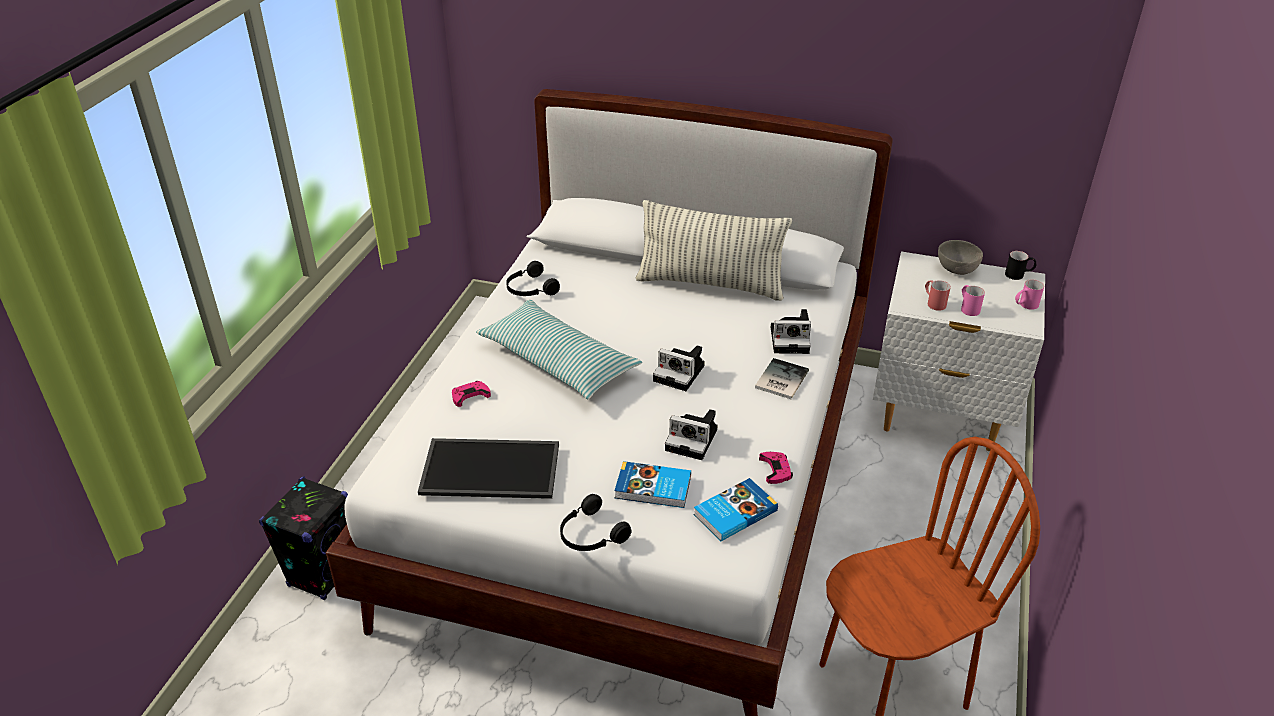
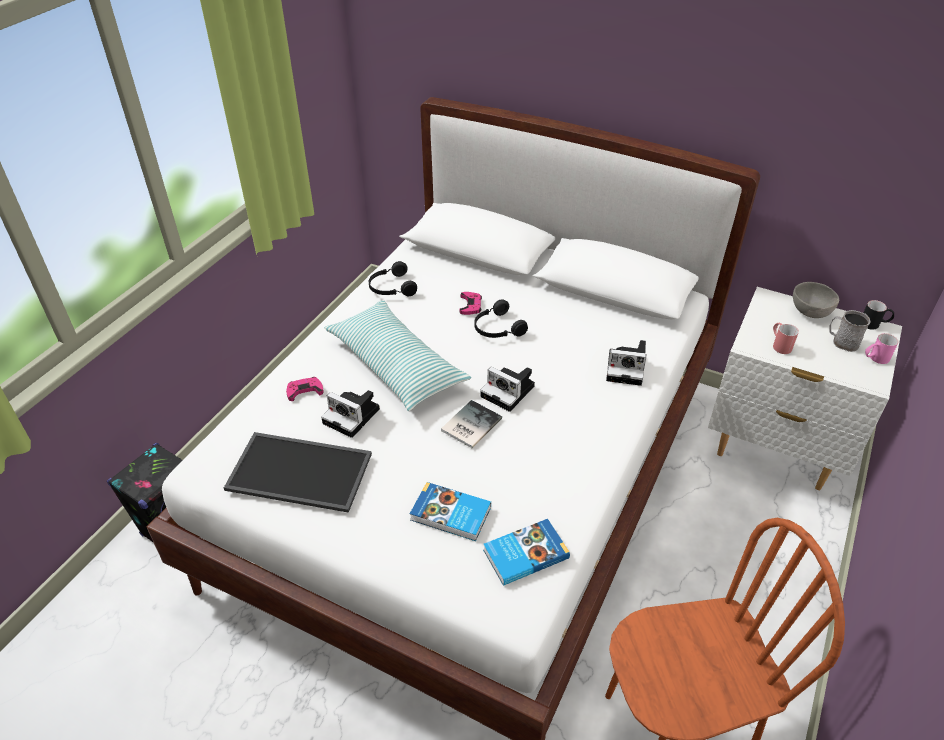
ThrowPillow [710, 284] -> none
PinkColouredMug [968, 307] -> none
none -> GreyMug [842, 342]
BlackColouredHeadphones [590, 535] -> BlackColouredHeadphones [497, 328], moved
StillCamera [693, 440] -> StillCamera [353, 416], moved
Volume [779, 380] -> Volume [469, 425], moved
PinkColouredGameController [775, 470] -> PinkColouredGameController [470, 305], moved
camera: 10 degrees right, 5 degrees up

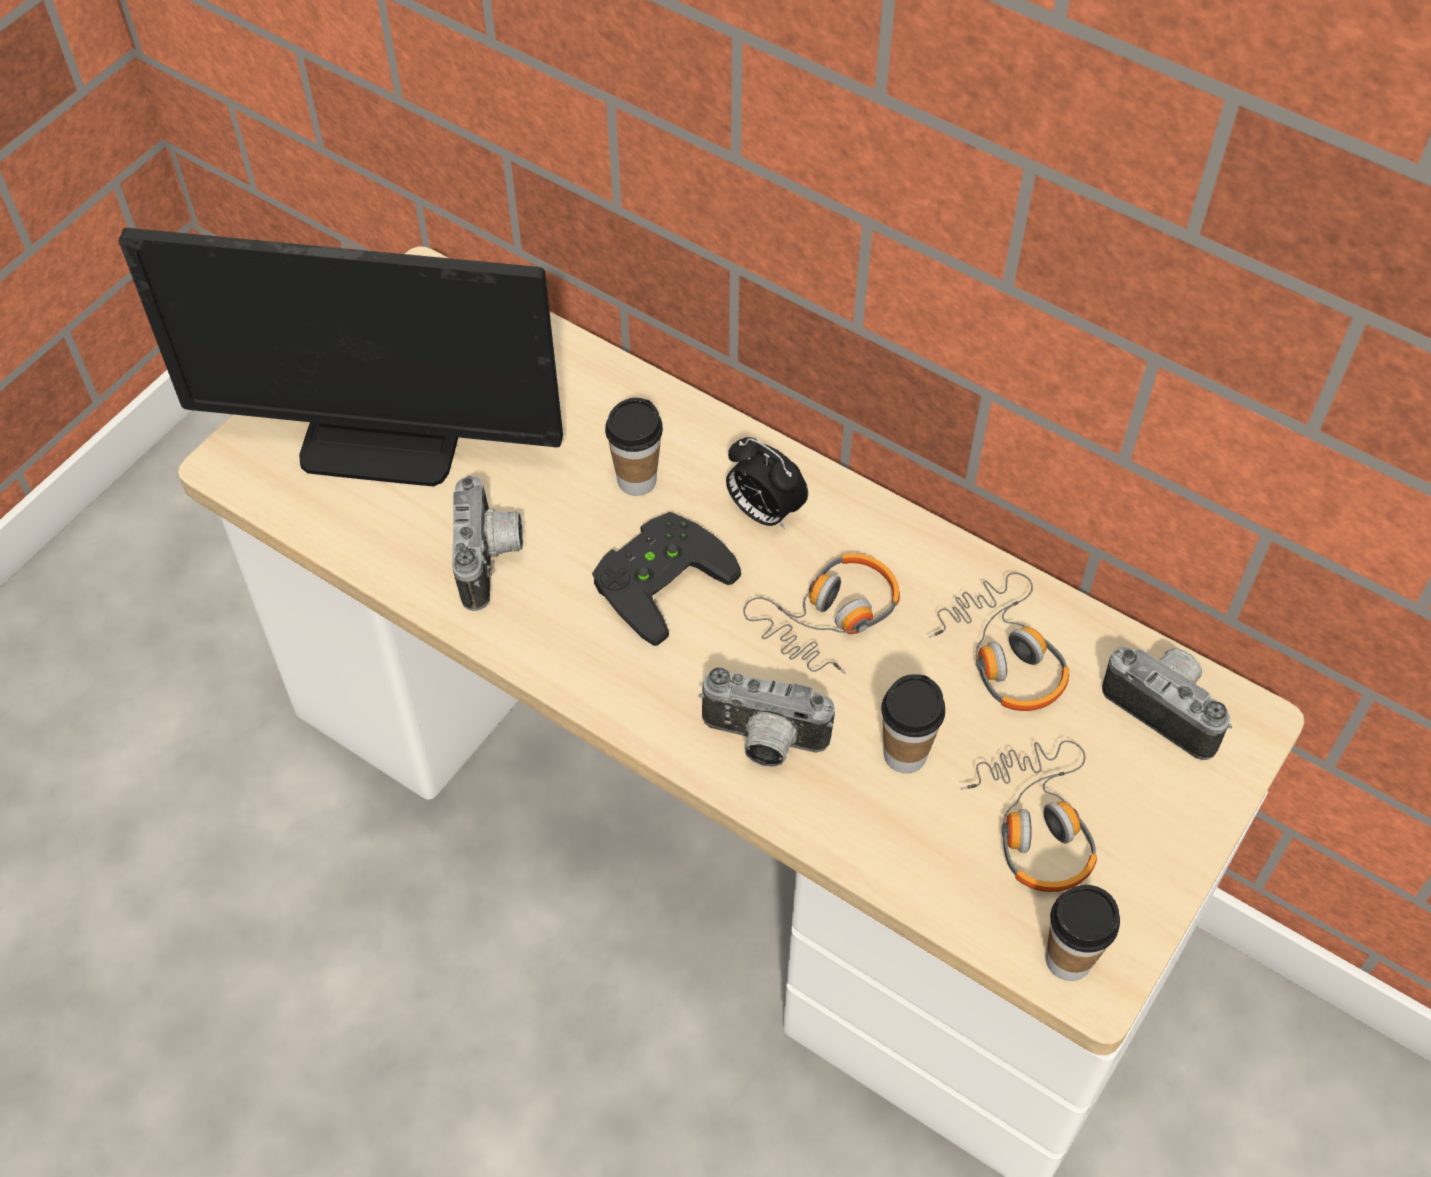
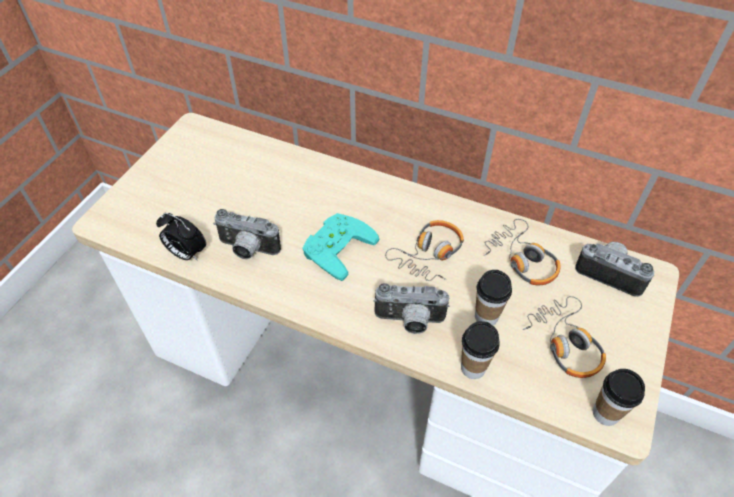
Monitor [382, 441] -> none
Cup [637, 480] -> Cup [473, 368], moved
AlarmClock [763, 512] -> AlarmClock [186, 254], moved
BlackColouredGameController [657, 576] -> TurquoiseGameController [335, 246]
StillCamera [492, 559] -> StillCamera [247, 250], 120 degrees clockwise
camera: 10 degrees left, 5 degrees down

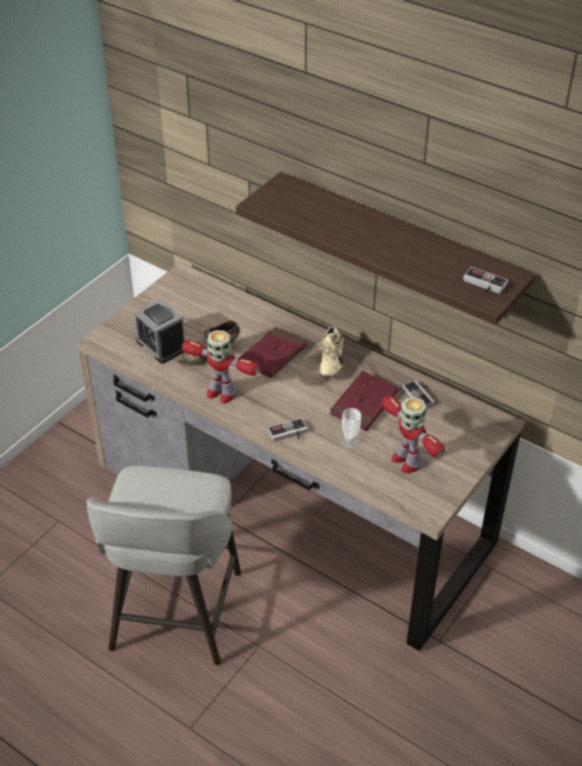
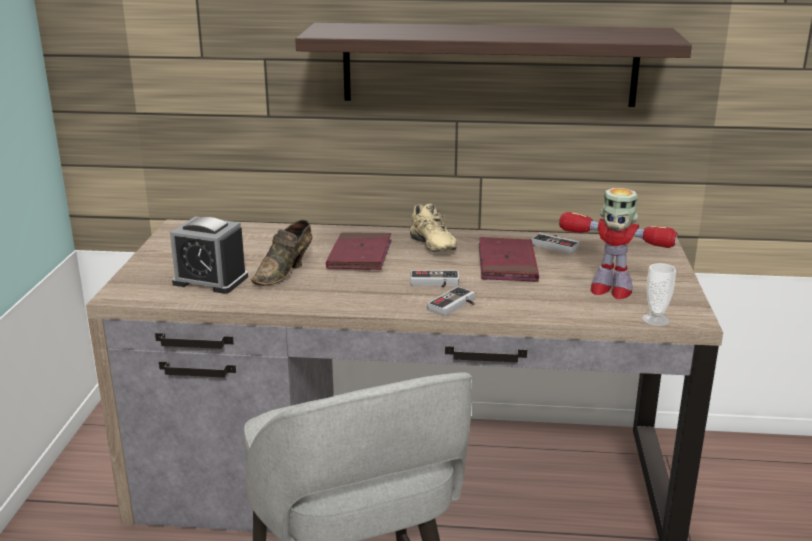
ToyRobot [221, 393] -> none
Cup [350, 442] -> Cup [656, 320], moved
GameController [483, 285] -> GameController [434, 283], moved
camera: 30 degrees left, 20 degrees down

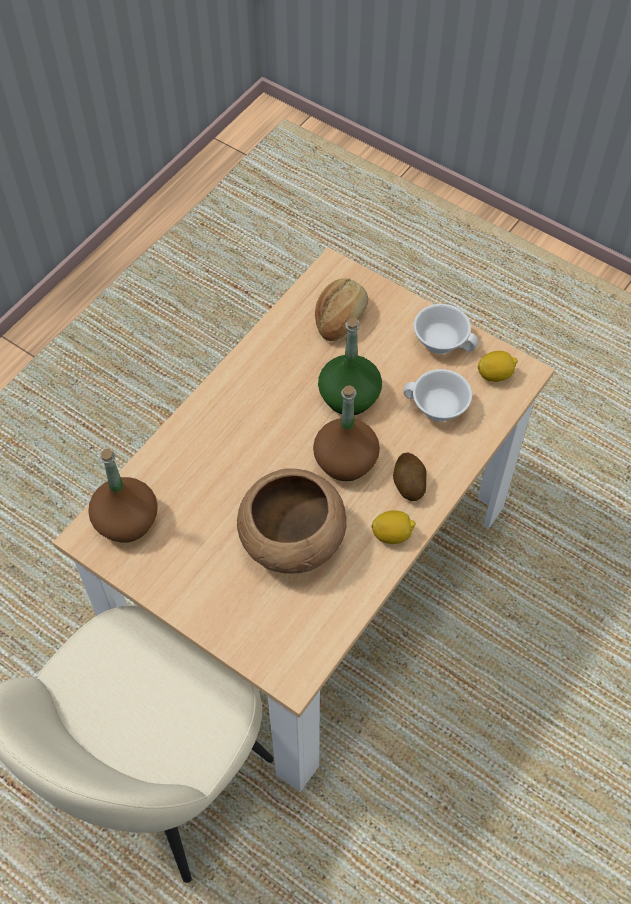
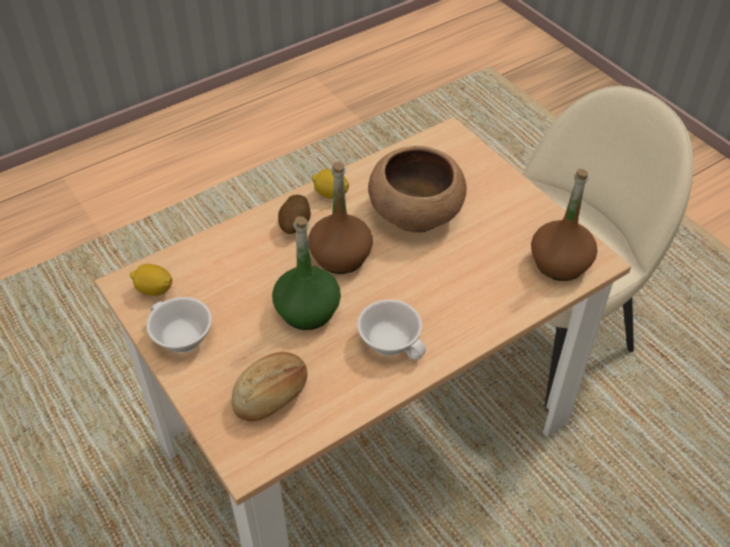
WhiteCup [437, 408] -> WhiteCup [392, 340], moved
camera: 160 degrees left, 10 degrees down

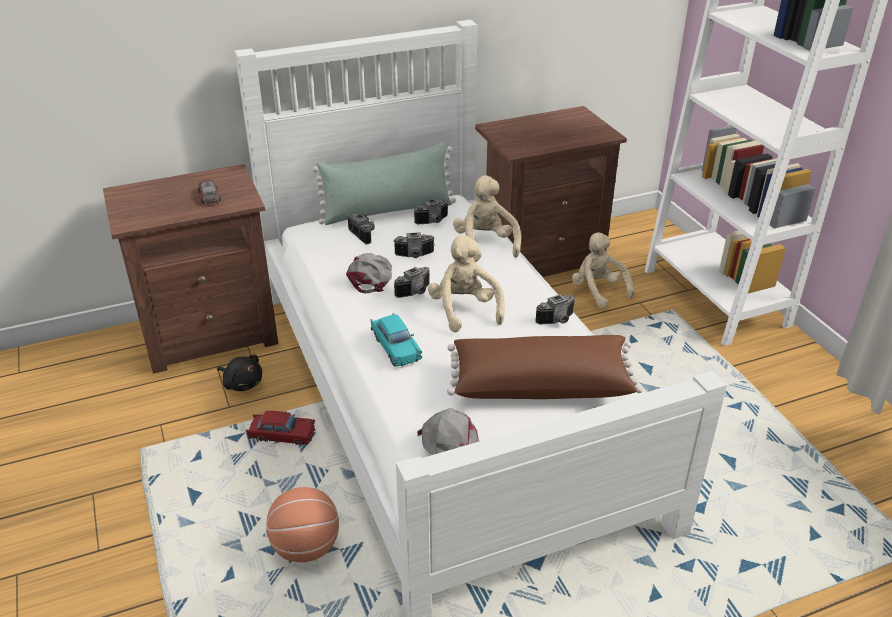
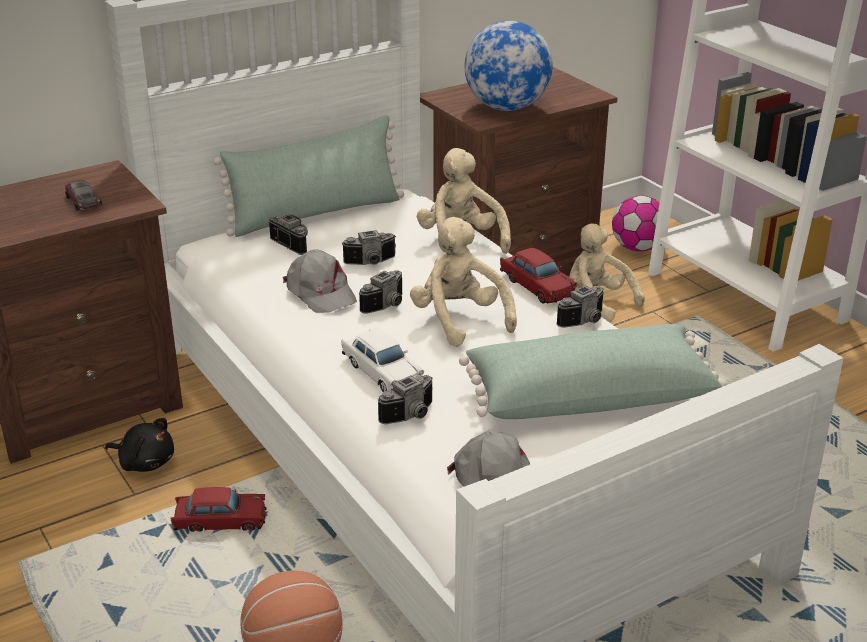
none -> WorldGlobe [506, 108]
none -> ReddishMiniatureCar [537, 286]
none -> FootballBall [637, 248]
StillCamera [433, 222] -> StillCamera [412, 416], moved
TurquoiseMiniatureCar [396, 346] -> WhiteMiniatureCar [382, 372]
BrownColouredThrowPillow [540, 383] -> GreenishThrowPillow [588, 396]
GreyCap [371, 276] -> GreyCap [320, 292], 150 degrees clockwise
camera: 10 degrees left, 5 degrees down

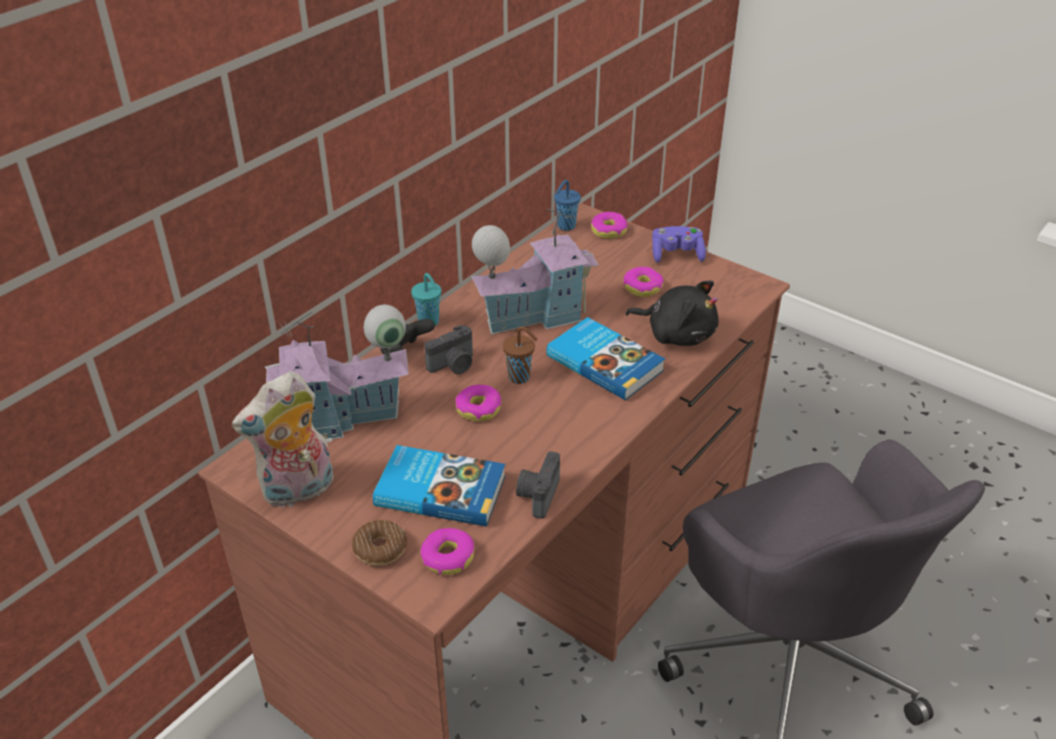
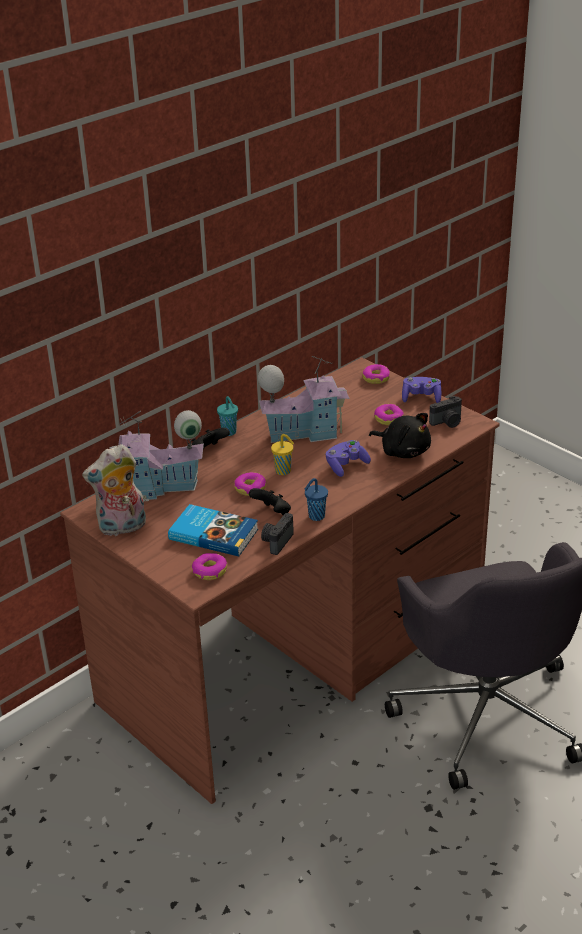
Doughnut [380, 549] -> none
none -> BlackColouredGameController [272, 512]
StillCamera [453, 365] -> StillCamera [447, 422], moved
BluishCup [565, 226] -> BluishCup [315, 516], moved
Volume [605, 362] -> PurplishGameController [346, 465]
BrownColouredCup [520, 377] -> YellowishCup [284, 471]
camera: 10 degrees right, 5 degrees down

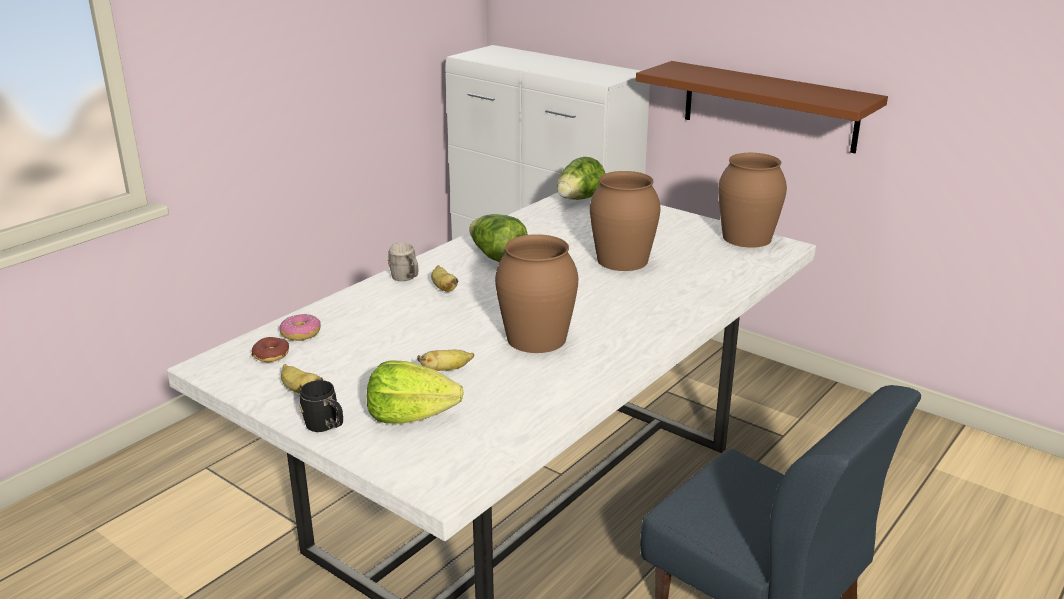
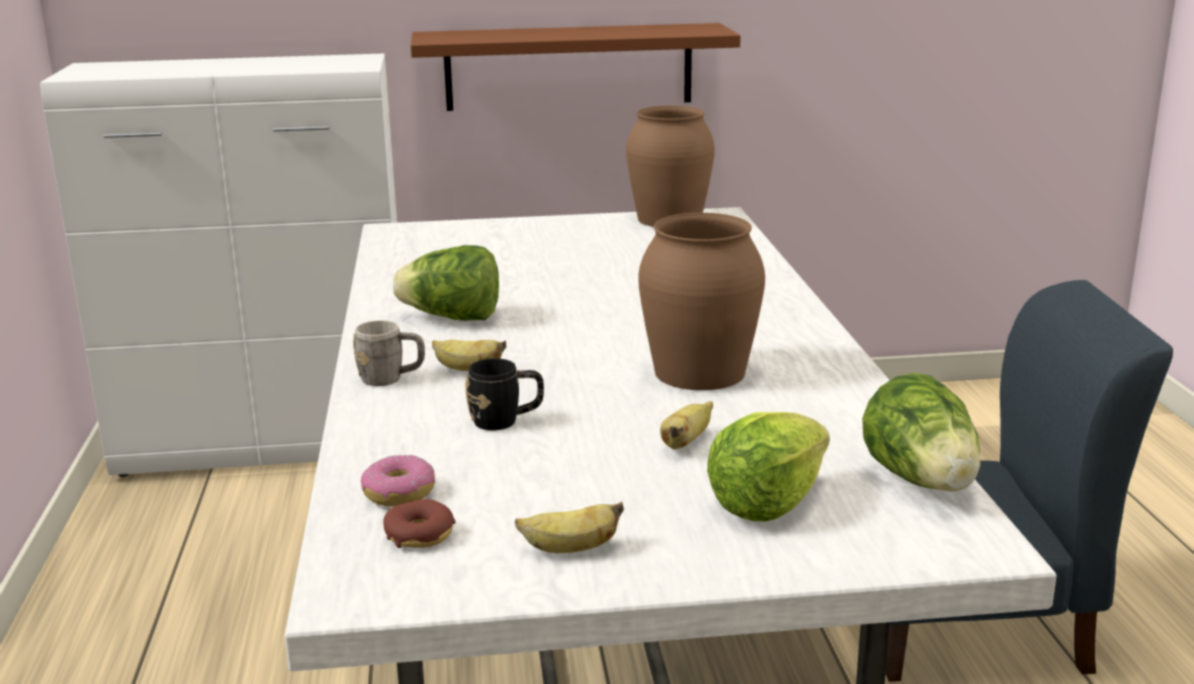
BrownColouredVase [623, 260] -> none
BlackColouredMug [325, 427] -> BlackColouredMug [506, 421], moved
LettuceHead [579, 199] -> LettuceHead [922, 481], moved
camera: 45 degrees left, 5 degrees down

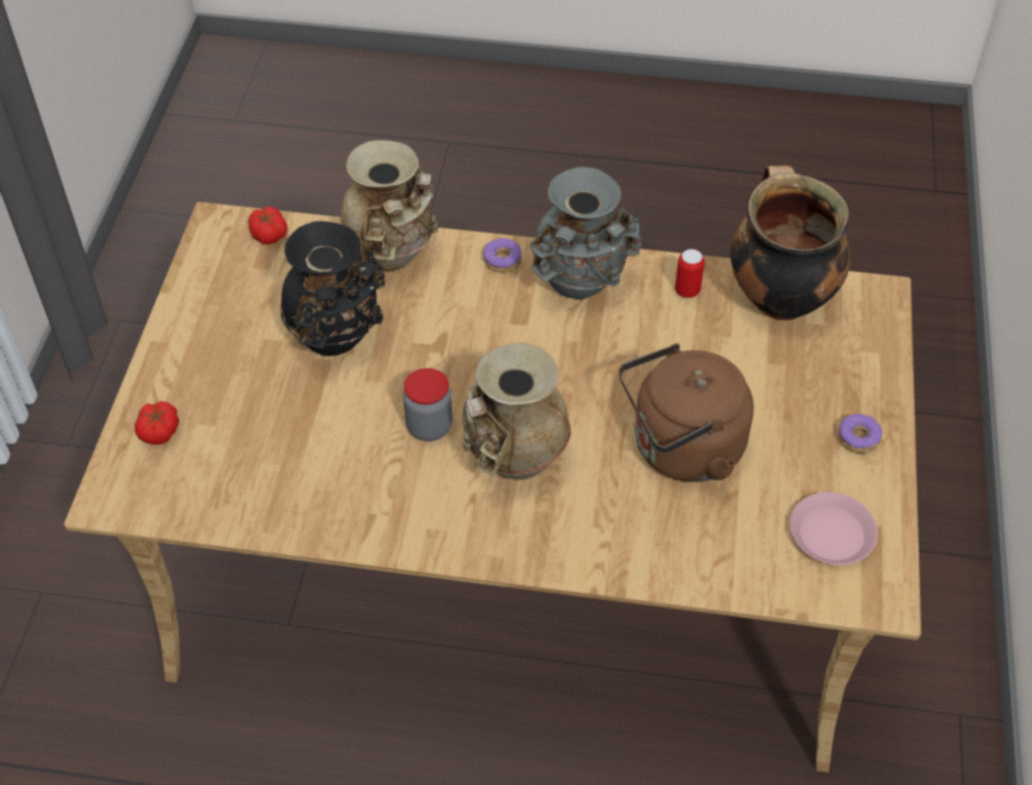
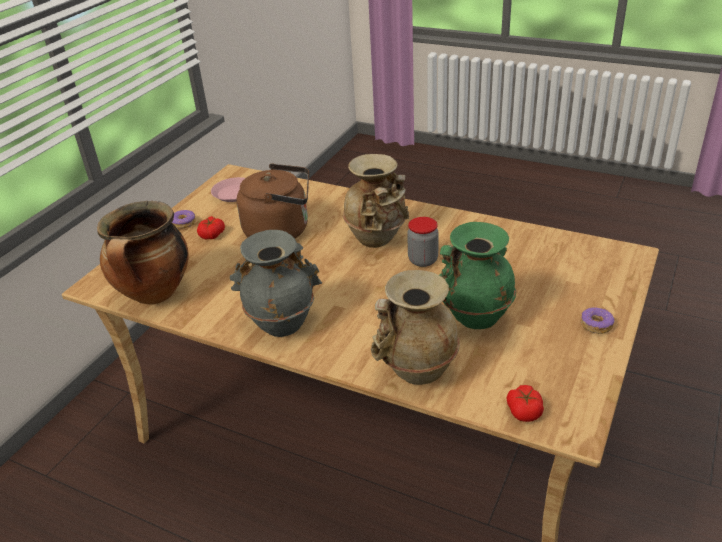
MetalCan [687, 291] -> none
Tomato [159, 430] -> Tomato [212, 234], moved
Doughnut [502, 261] -> Doughnut [596, 325], moved
BlackColouredVase [338, 339] -> GreenishVase [473, 317]
camera: 160 degrees left, 15 degrees down

